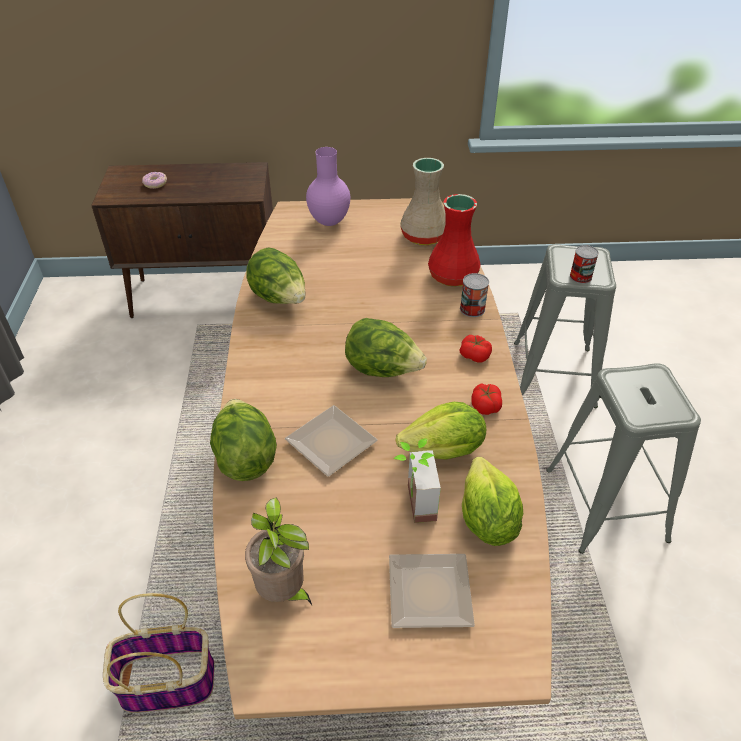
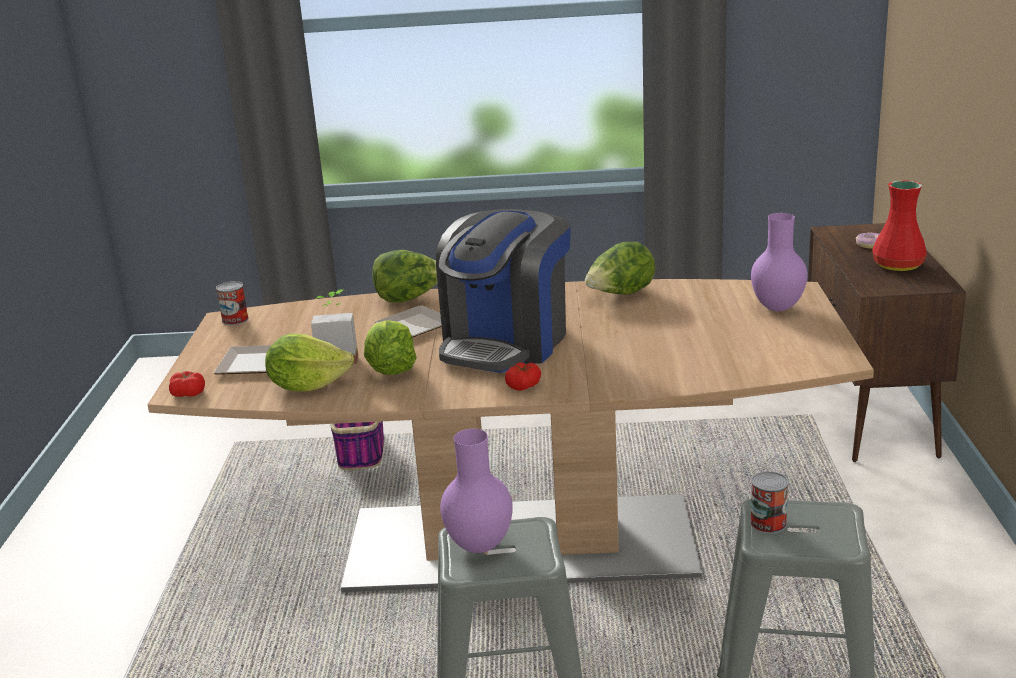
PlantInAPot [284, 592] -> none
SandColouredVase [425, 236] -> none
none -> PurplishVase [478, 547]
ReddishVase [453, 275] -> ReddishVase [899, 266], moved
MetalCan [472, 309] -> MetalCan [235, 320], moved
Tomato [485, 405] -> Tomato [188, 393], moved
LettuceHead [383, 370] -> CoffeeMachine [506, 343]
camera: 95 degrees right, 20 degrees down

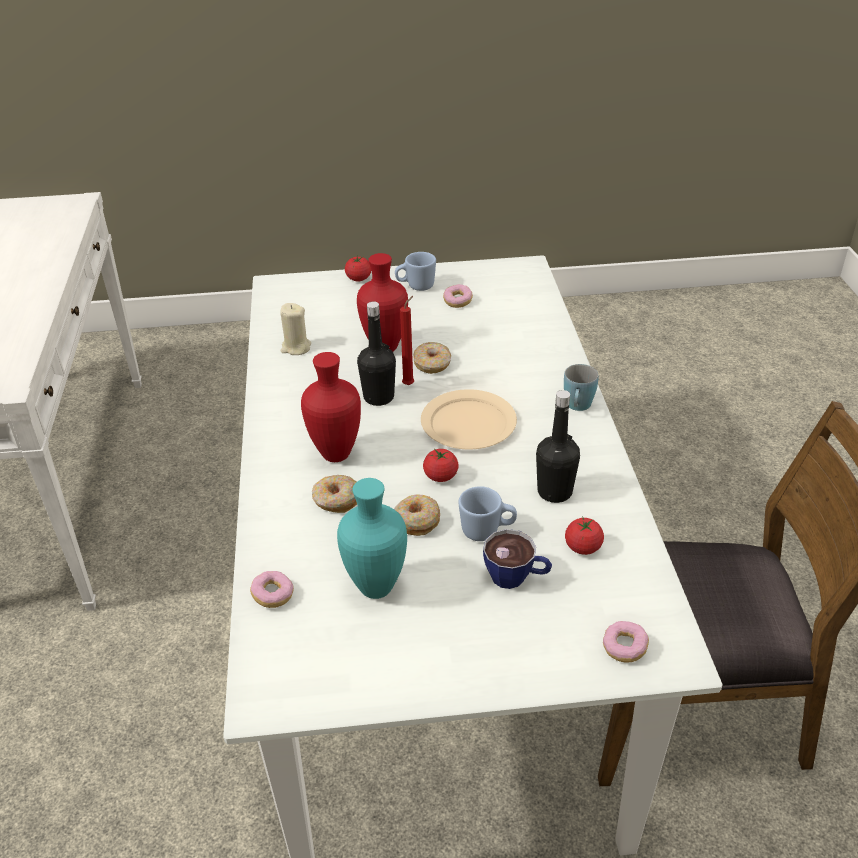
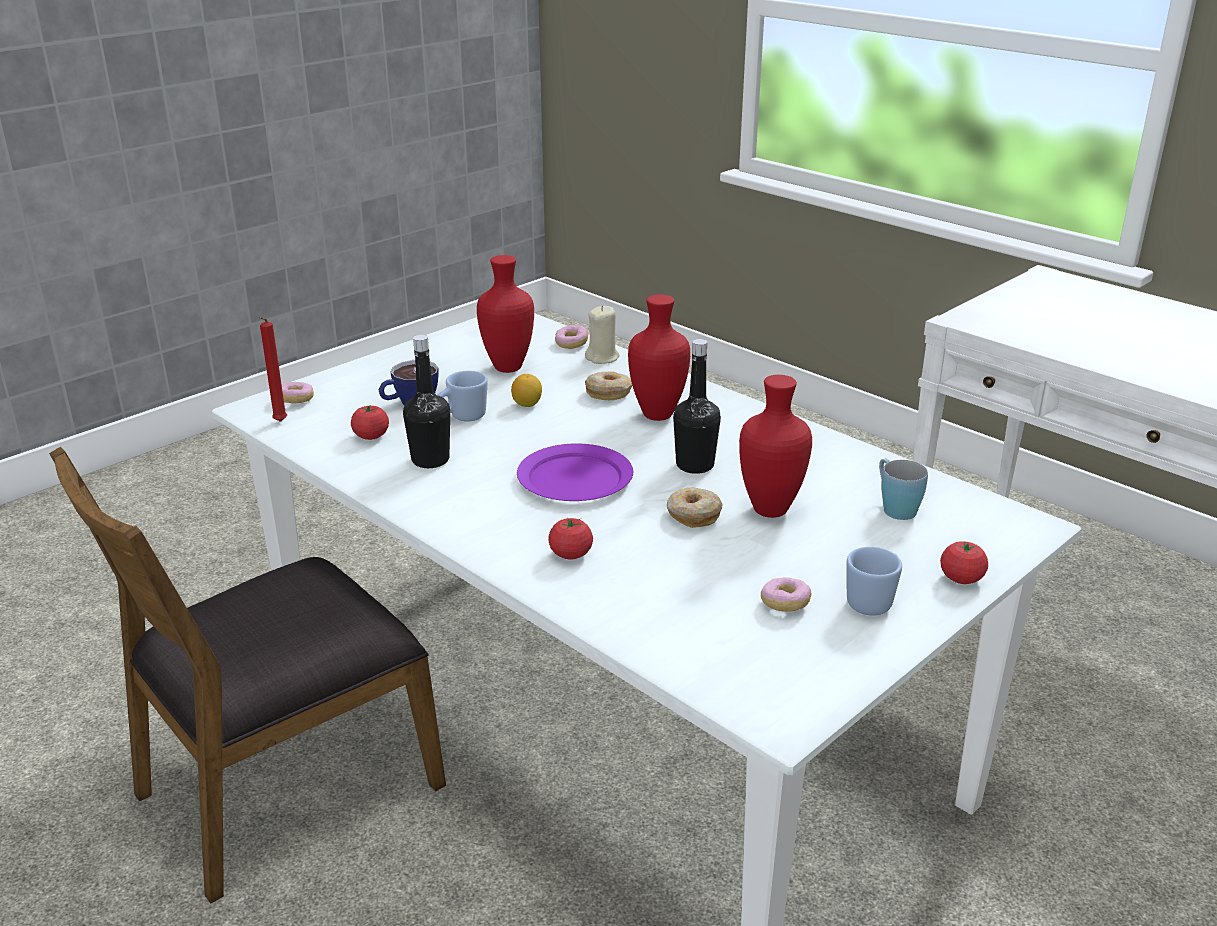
SandColouredCandle [296, 348] -> SandColouredCandle [602, 358], moved
ReddishCandle [410, 384] -> ReddishCandle [279, 422], moved
Tomato [440, 476] -> Tomato [571, 554], moved
BluishMug [577, 407] -> BluishMug [894, 507], moved
Doughnut [417, 520] -> Lemon [527, 404]
TurquoiseVase [376, 589] -> ReddishVase [506, 367]
SandColouredPlate [468, 423] -> PurplishPlate [576, 478]
camera: 140 degrees right, 10 degrees down

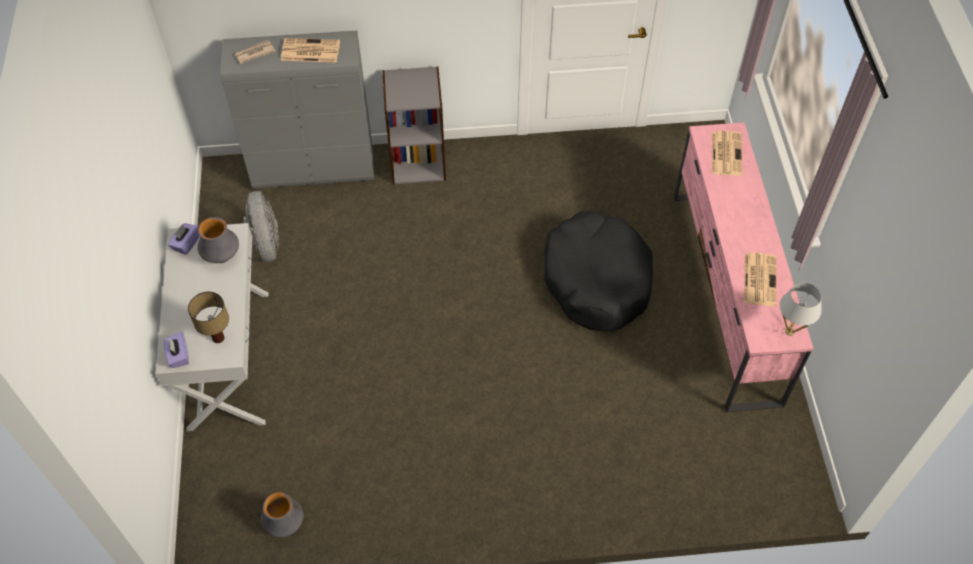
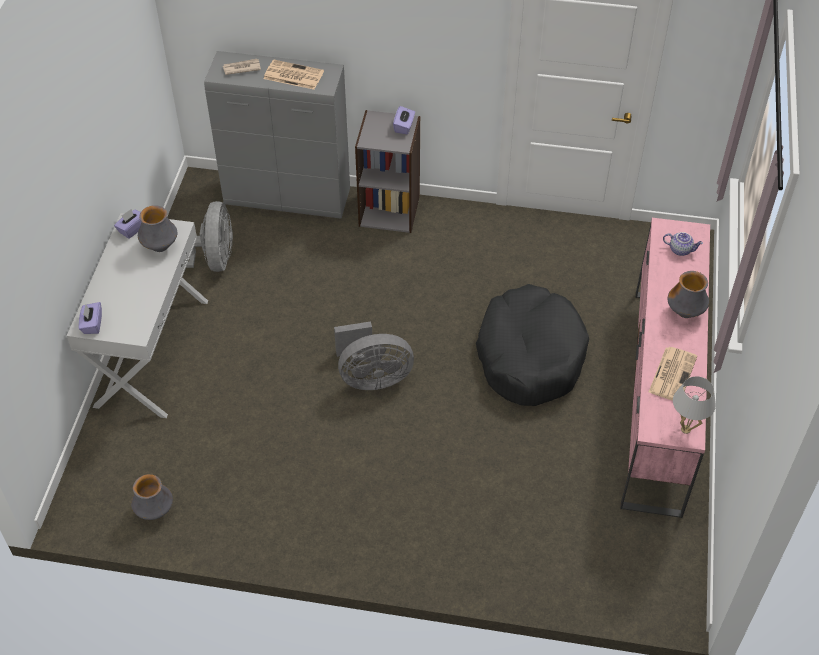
TableLamp [219, 338] -> none
none -> GreyCoolingFan [372, 377]
none -> PurplishBoxOfTissues [404, 127]
none -> Vase [684, 313]
PrintedPaper [726, 153] -> Teapot [680, 249]
camera: 15 degrees right, 5 degrees down

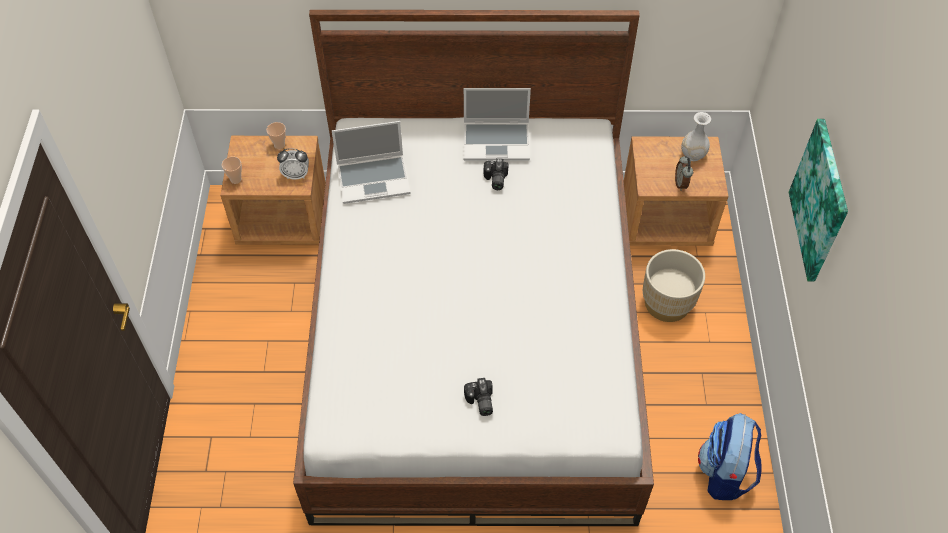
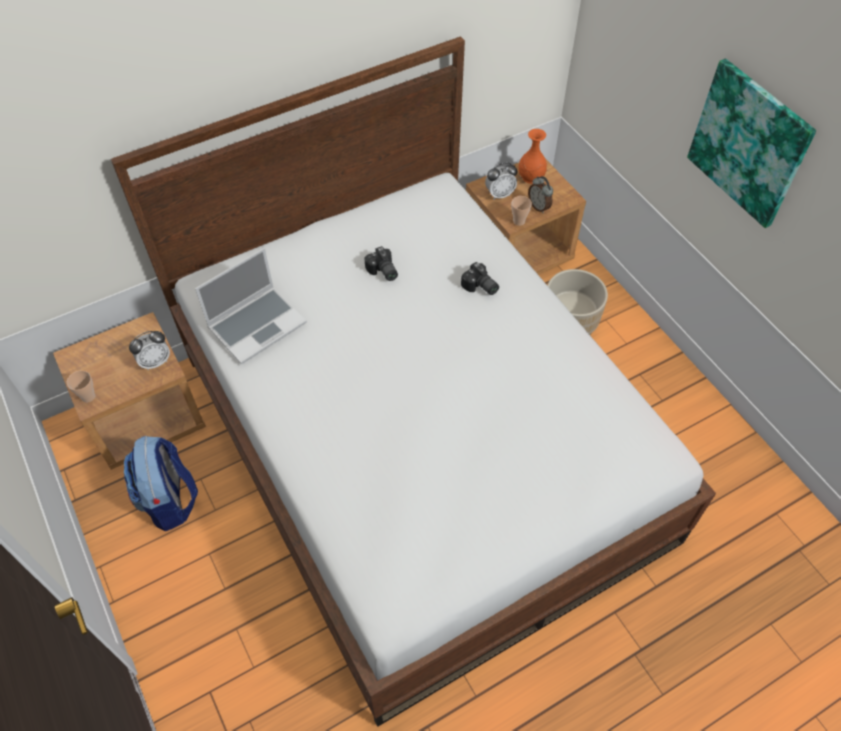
Laptop [497, 141] -> none
none -> AlarmClock [499, 194]
Cup [279, 145] -> Cup [519, 221], moved
StillCamera [479, 402] -> StillCamera [480, 287], moved
Rucksack [724, 473] -> Rucksack [170, 501], moved
WhiteVase [692, 154] -> OrangeColouredVase [530, 177]
camera: 30 degrees left, 0 degrees up

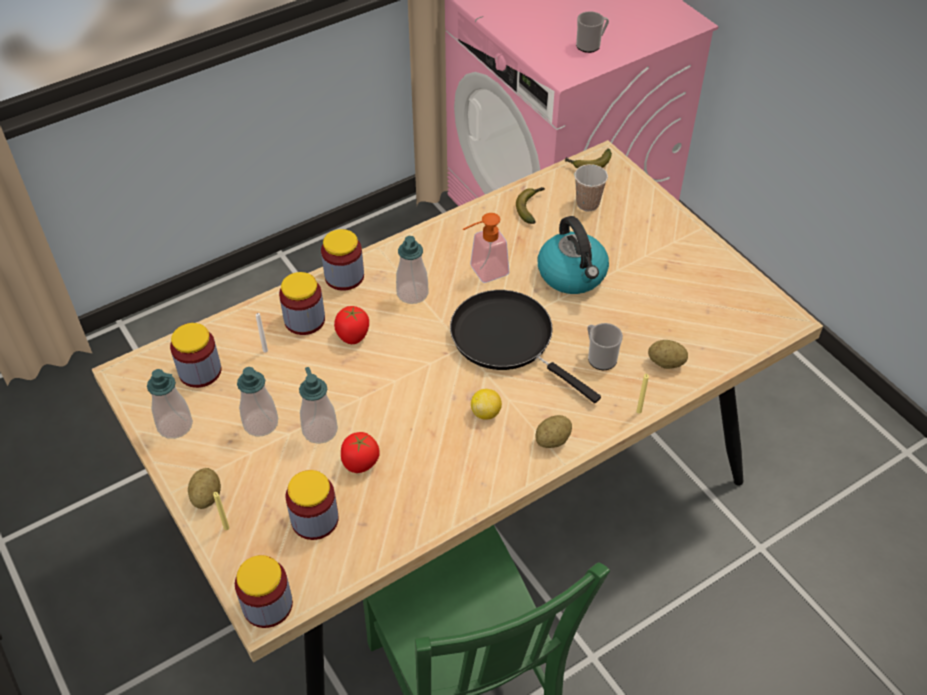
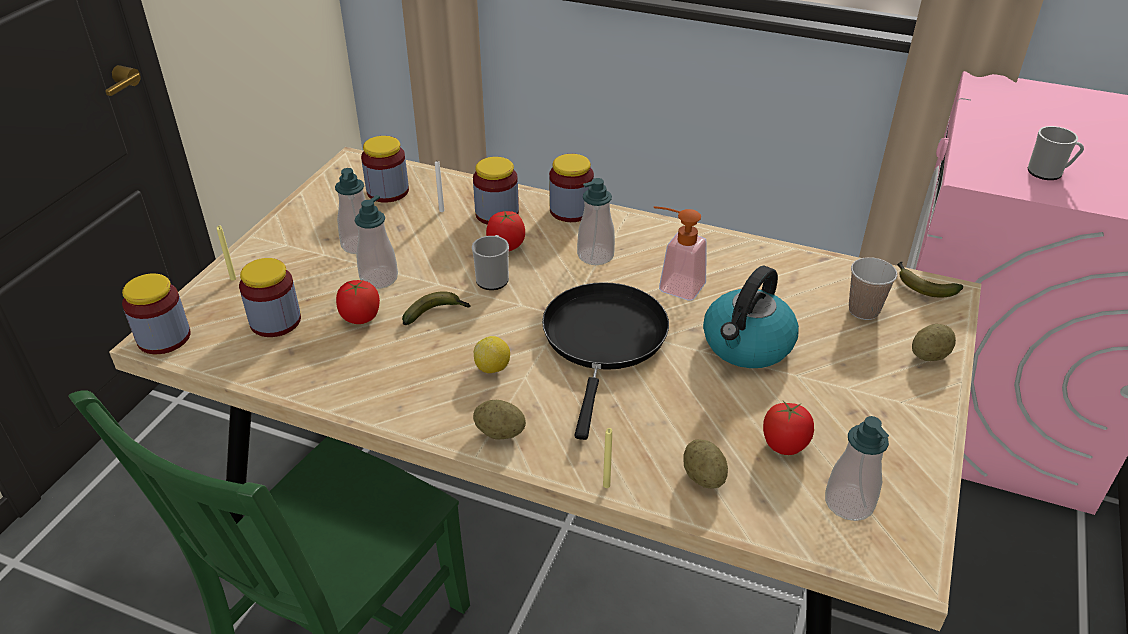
none -> Tomato [784, 445]
LiquidSoapBottle [175, 425] -> LiquidSoapBottle [849, 503], moved
WholePotato [206, 496] -> WholePotato [929, 355], moved
Banana [530, 207] -> Banana [437, 314], moved
Mug [599, 357] -> Mug [493, 278], moved
camera: 55 degrees right, 10 degrees down

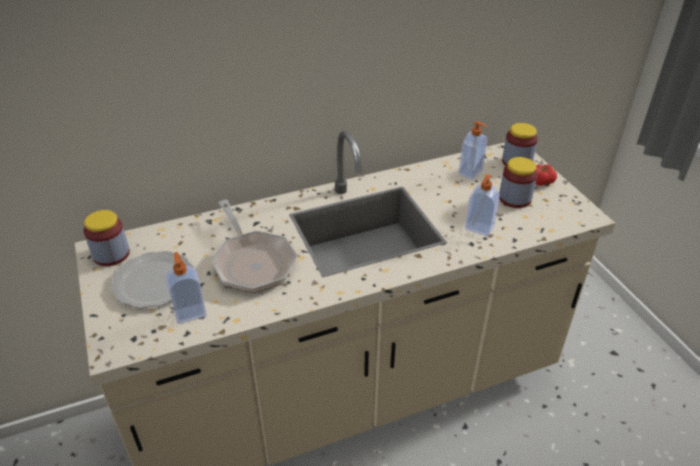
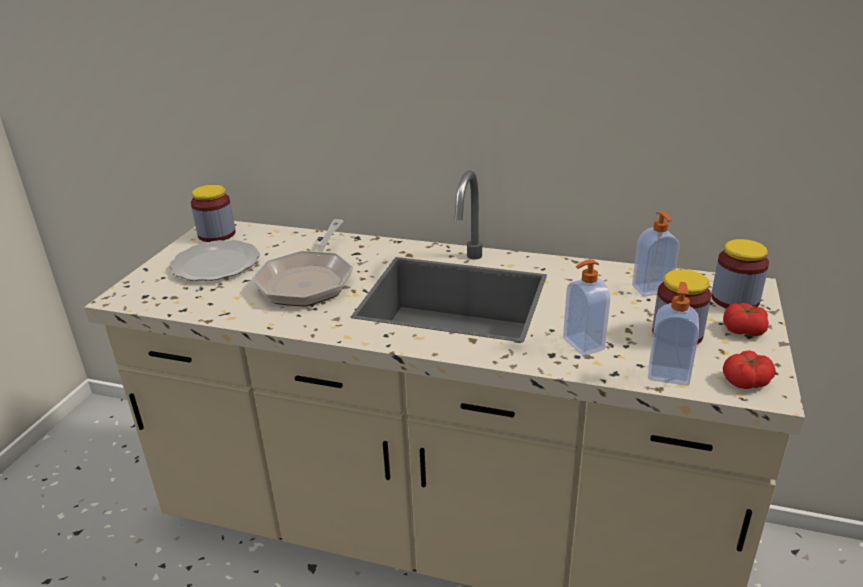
none -> Tomato [746, 381]
LiquidSoapBottle [190, 312] -> LiquidSoapBottle [668, 374], moved
camera: 40 degrees right, 10 degrees down

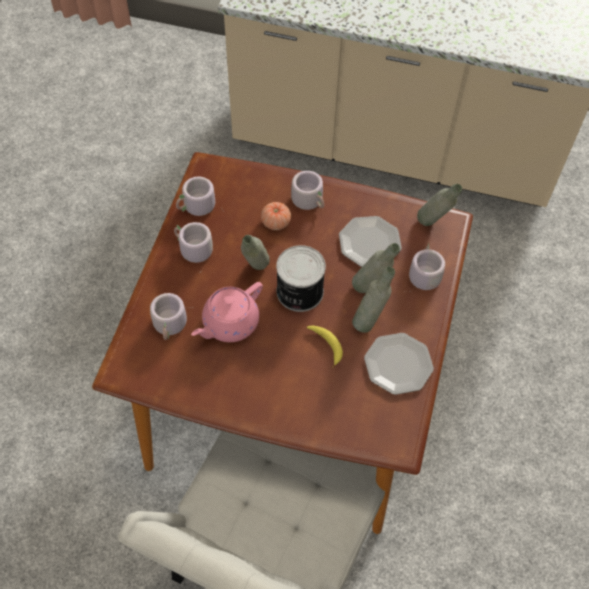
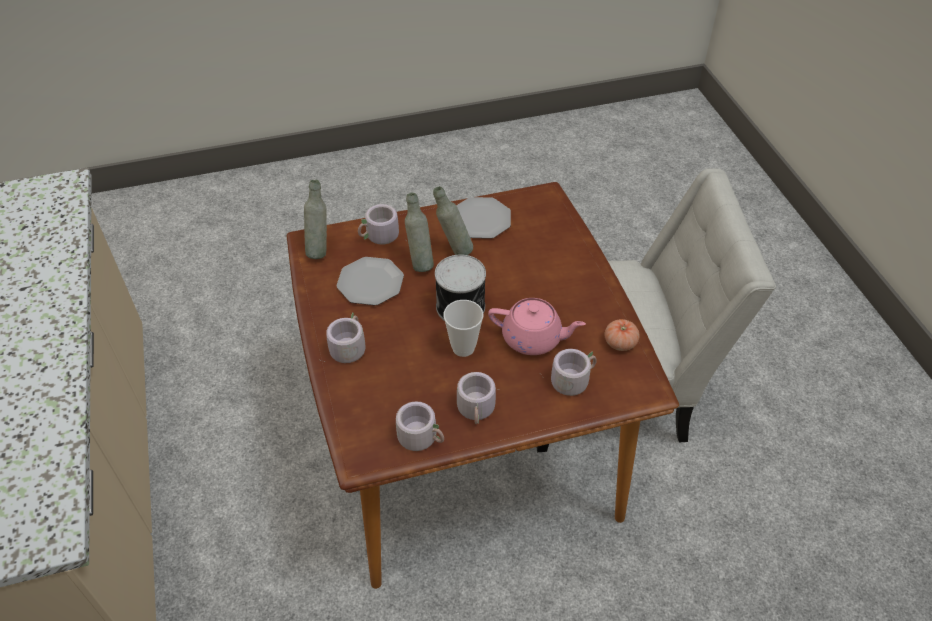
Banana [326, 345] -> none
Tomato [276, 222] -> Tomato [620, 342], moved
GreyDrinkBottle [255, 271] -> Cup [463, 348]
camera: 120 degrees left, 10 degrees down

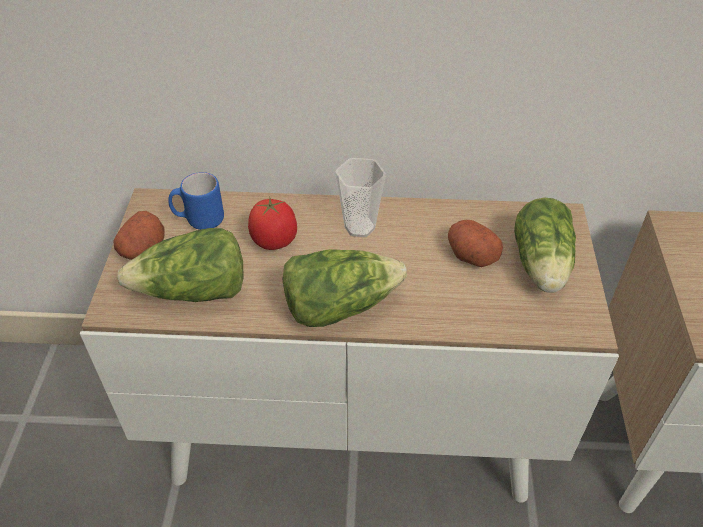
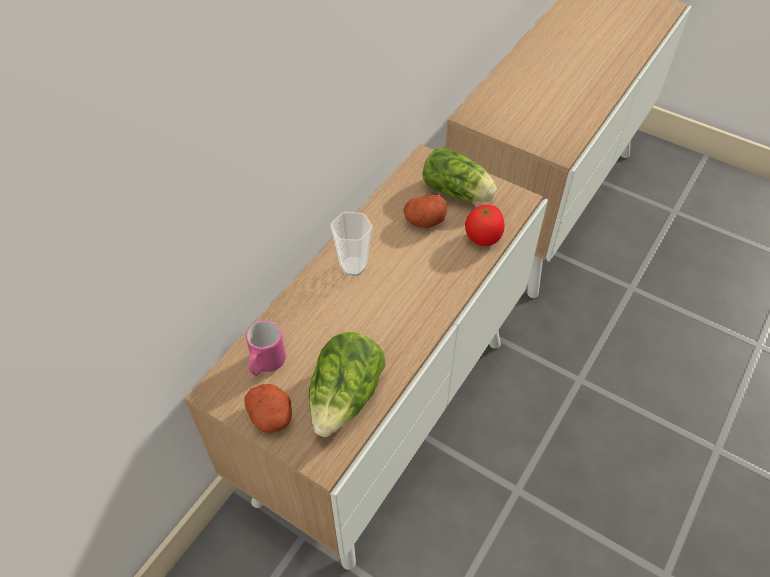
LettuceHead [339, 305] -> none
Tomato [274, 241] -> Tomato [483, 238], moved
BluishMug [199, 220] -> PinkColouredMug [266, 364]
camera: 60 degrees left, 5 degrees up

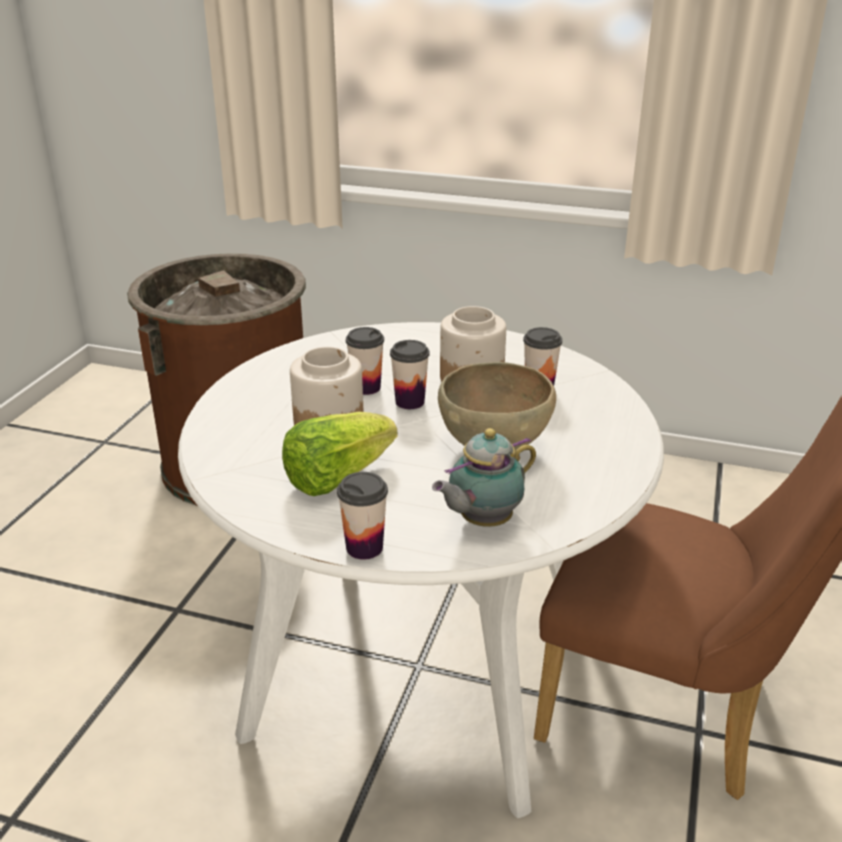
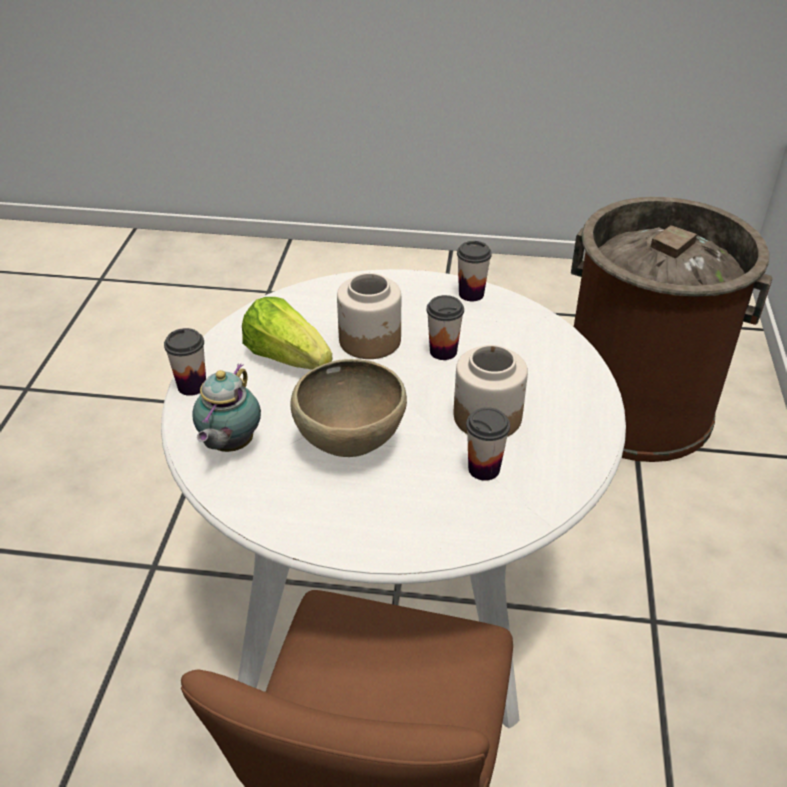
Cup [410, 402] -> Cup [471, 294], moved
Teapot [482, 522] -> Teapot [229, 446], 120 degrees counterclockwise
camera: 80 degrees right, 10 degrees up

